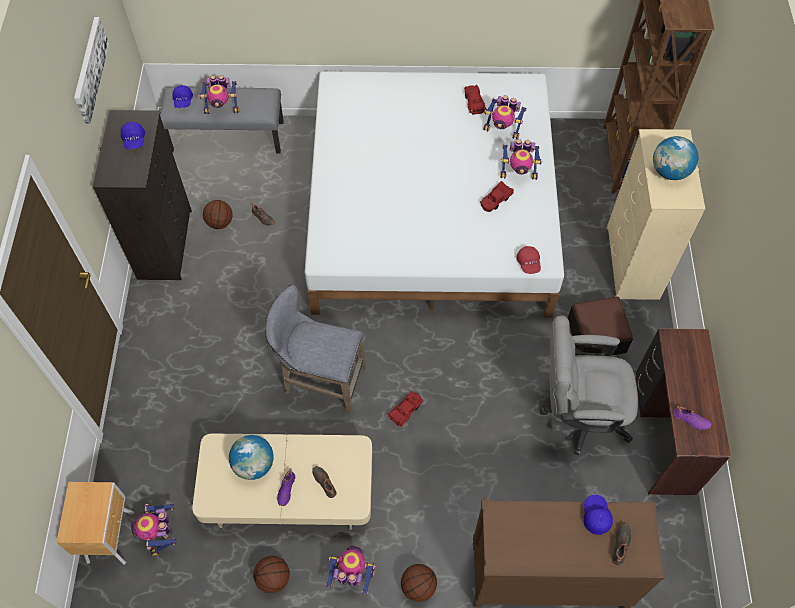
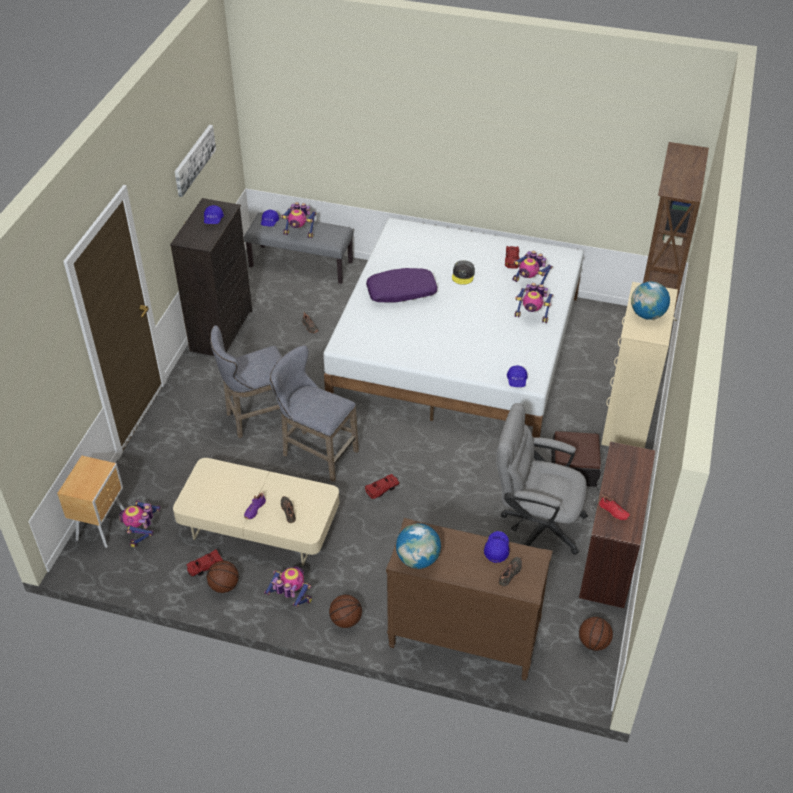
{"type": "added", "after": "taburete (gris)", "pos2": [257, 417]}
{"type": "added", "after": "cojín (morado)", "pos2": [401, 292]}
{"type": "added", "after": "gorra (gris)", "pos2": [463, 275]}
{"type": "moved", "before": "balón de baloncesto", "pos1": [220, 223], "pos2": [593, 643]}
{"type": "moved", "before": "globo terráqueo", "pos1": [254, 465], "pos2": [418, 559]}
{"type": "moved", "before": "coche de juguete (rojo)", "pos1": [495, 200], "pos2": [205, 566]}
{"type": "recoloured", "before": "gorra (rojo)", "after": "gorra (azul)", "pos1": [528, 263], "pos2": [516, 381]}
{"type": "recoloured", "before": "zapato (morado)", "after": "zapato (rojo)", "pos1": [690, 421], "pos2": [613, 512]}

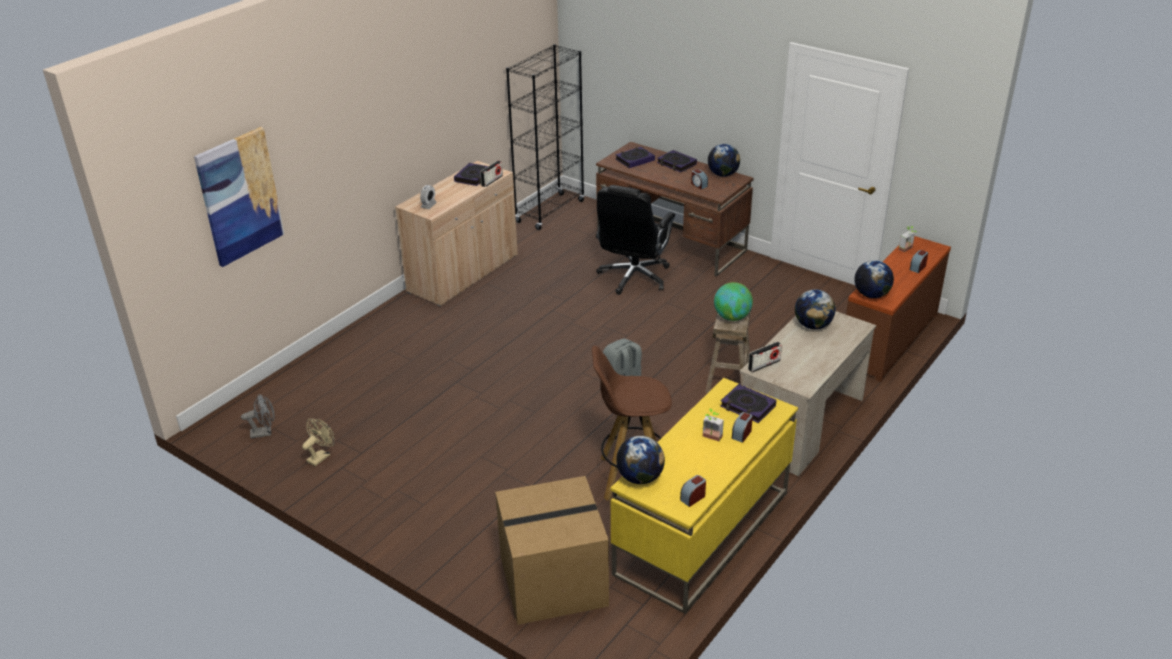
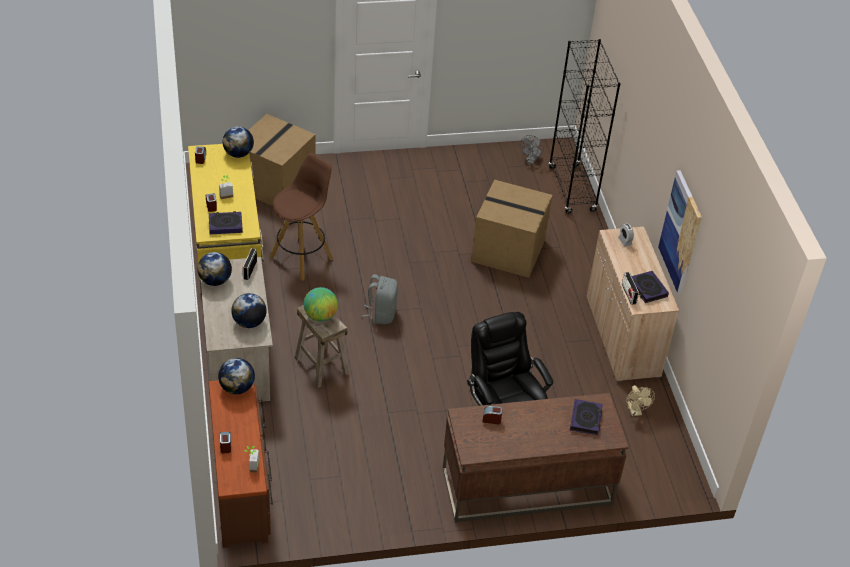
{"type": "removed", "before": "libro", "pos1": [676, 164]}
{"type": "added", "after": "caja de cartón", "pos2": [509, 250]}
{"type": "moved", "before": "cuadro", "pos1": [239, 196], "pos2": [681, 232]}
{"type": "moved", "before": "ventilador (beis)", "pos1": [321, 456], "pos2": [635, 411]}
{"type": "moved", "before": "estantería (negro)", "pos1": [550, 212], "pos2": [572, 189]}
{"type": "moved", "before": "globo terráqueo", "pos1": [723, 174], "pos2": [215, 281]}

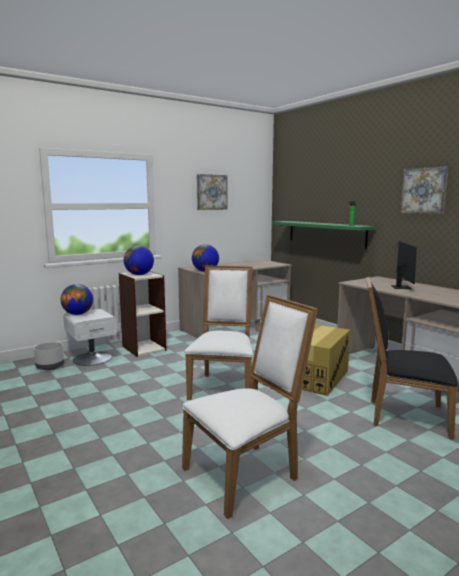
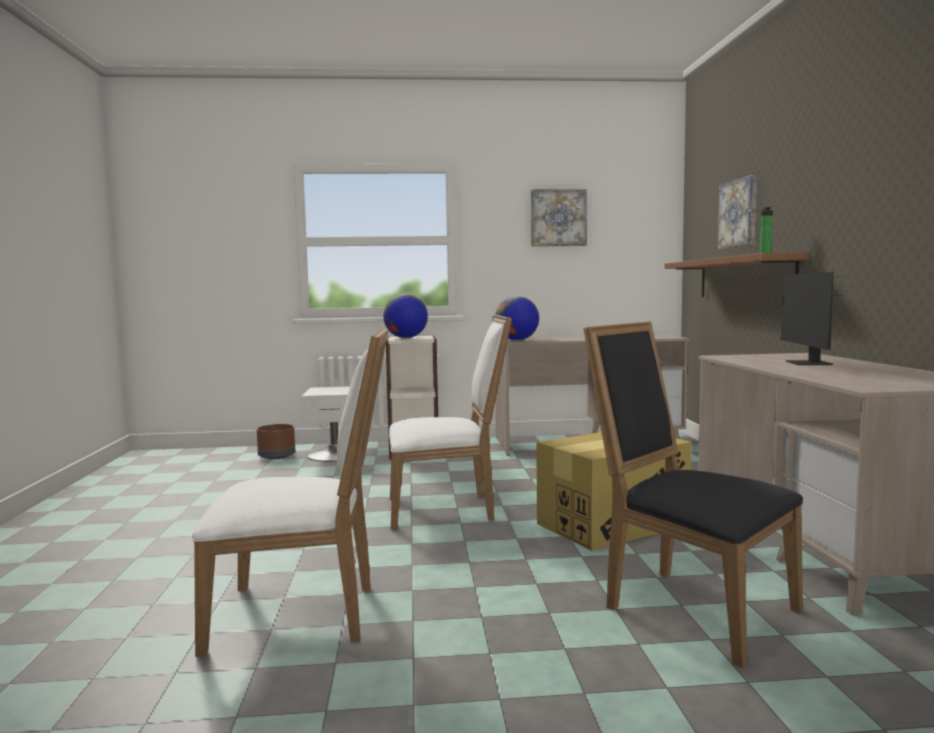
{"type": "removed", "before": "globo terráqueo", "pos1": [78, 314]}
{"type": "moved", "before": "cuadro", "pos1": [424, 190], "pos2": [738, 214]}
{"type": "recoloured", "before": "maceta (gris)", "after": "maceta (marrón)", "pos1": [50, 366], "pos2": [277, 456]}
{"type": "recoloured", "before": "estante (verde)", "after": "estante (marrón)", "pos1": [325, 233], "pos2": [744, 278]}
{"type": "turned", "before": "silla (blanco)", "pos1": [223, 386], "pos2": [447, 510], "turn": 45}
{"type": "turned", "before": "monitor", "pos1": [401, 286], "pos2": [809, 364], "turn": 150}

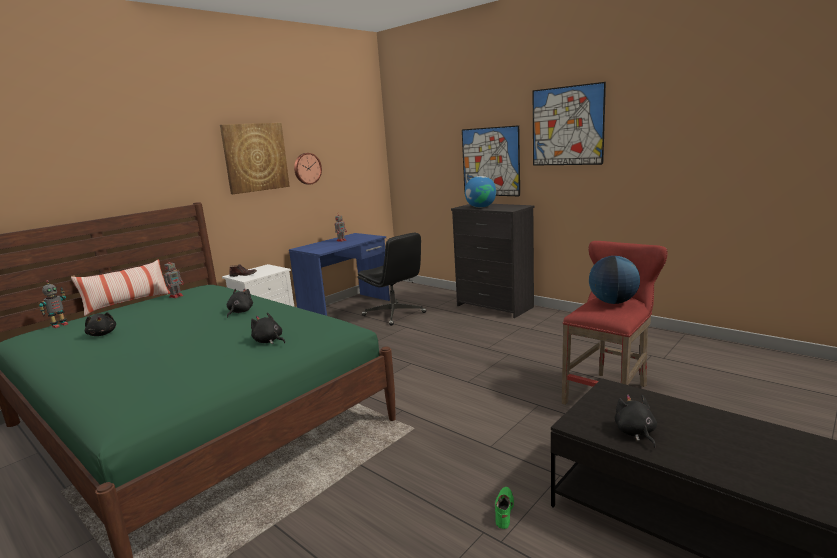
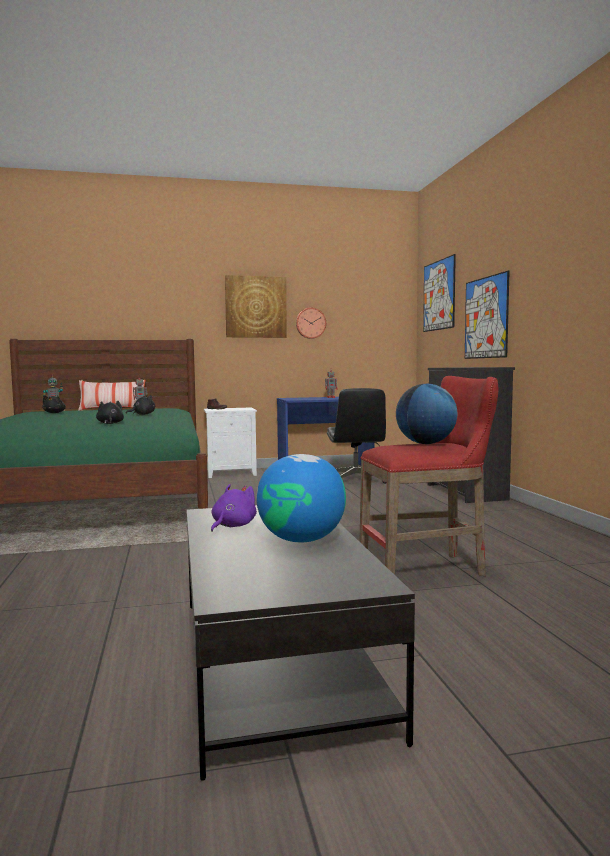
{"type": "removed", "before": "zapato (verde)", "pos1": [503, 510]}
{"type": "moved", "before": "globo terráqueo", "pos1": [481, 207], "pos2": [301, 540]}
{"type": "moved", "before": "cuadro", "pos1": [567, 126], "pos2": [439, 295]}
{"type": "recoloured", "before": "peluche (negro)", "after": "peluche (morado)", "pos1": [635, 433], "pos2": [232, 526]}

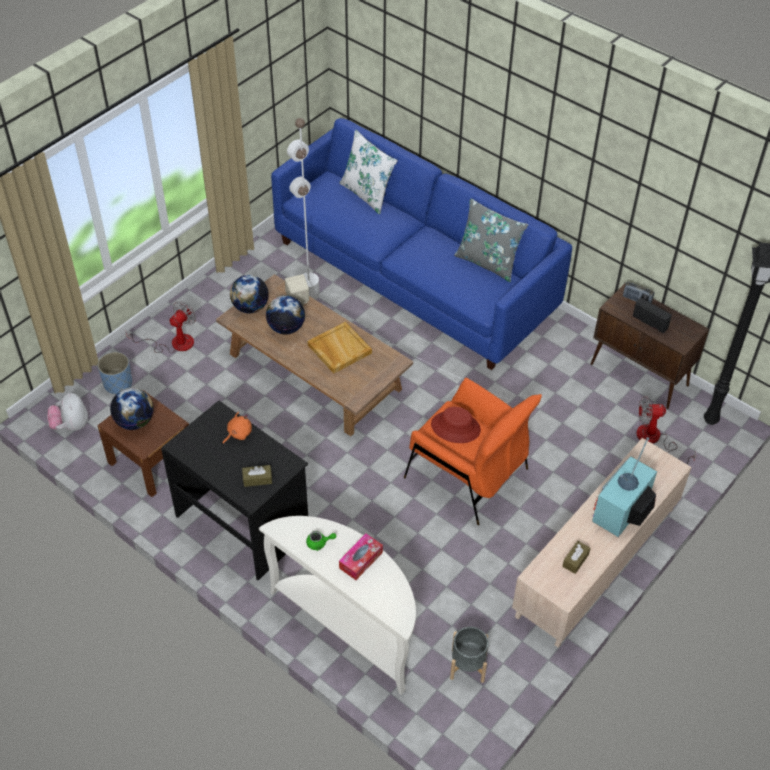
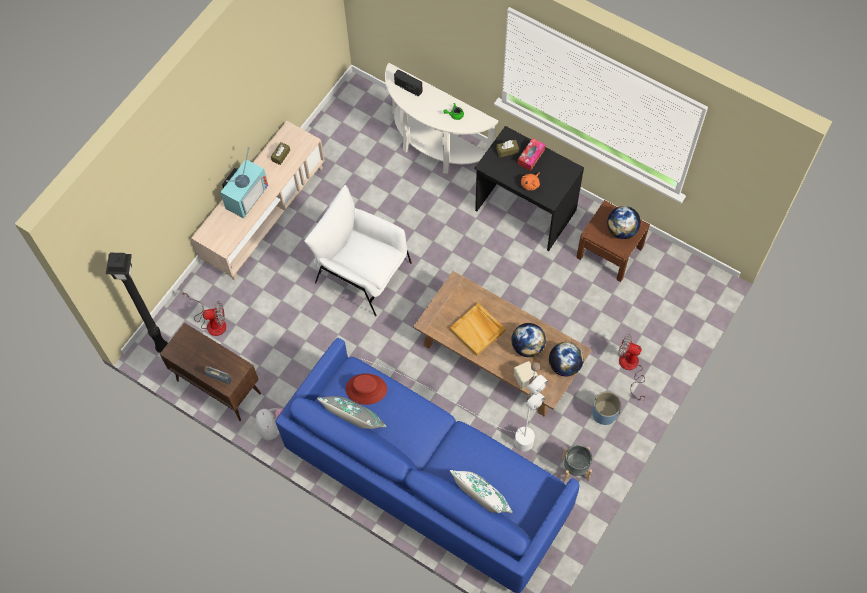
{"type": "moved", "before": "peluche", "pos1": [71, 425], "pos2": [273, 428]}
{"type": "moved", "before": "maceta (azul)", "pos1": [118, 384], "pos2": [604, 413]}
{"type": "moved", "before": "caja de pañuelos", "pos1": [361, 560], "pos2": [531, 157]}
{"type": "moved", "before": "sombrero (rojo)", "pos1": [455, 427], "pos2": [366, 389]}
{"type": "moved", "before": "maceta (gris)", "pos1": [468, 665], "pos2": [575, 468]}
{"type": "moved", "before": "radio", "pos1": [650, 322], "pos2": [408, 87]}
{"type": "recoloured", "before": "sillón (naranja)", "after": "sillón (blanco)", "pos1": [467, 474], "pos2": [362, 272]}
{"type": "turned", "before": "ventilador", "pos1": [174, 343], "pos2": [630, 368], "turn": 90}

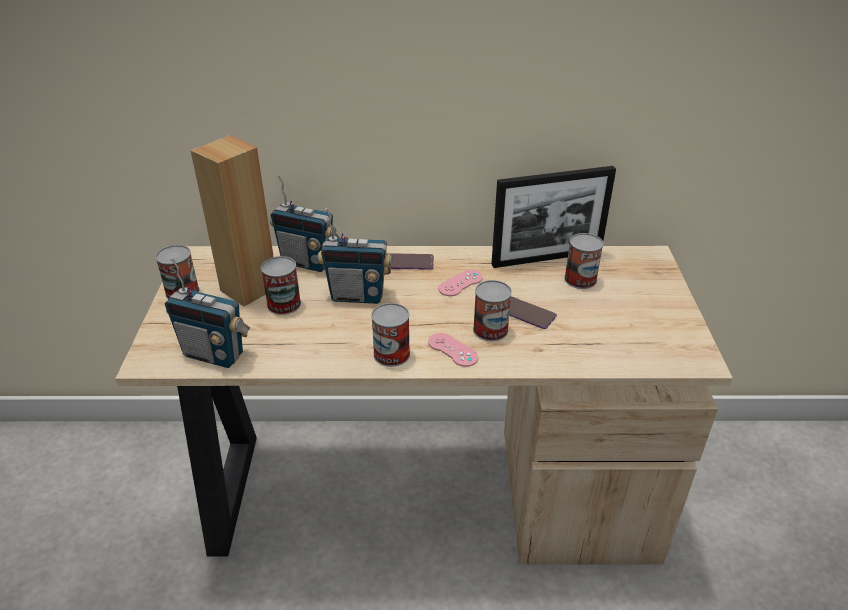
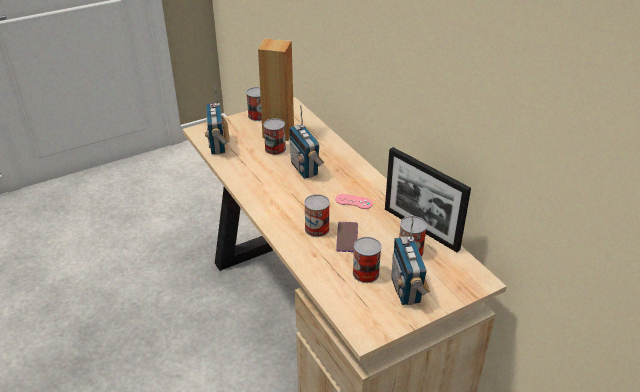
{"type": "removed", "before": "móvil", "pos1": [406, 262]}
{"type": "removed", "before": "mando de consola (rosa)", "pos1": [452, 350]}
{"type": "moved", "before": "radio", "pos1": [307, 262], "pos2": [406, 290]}
{"type": "moved", "before": "lata", "pos1": [391, 354], "pos2": [365, 273]}

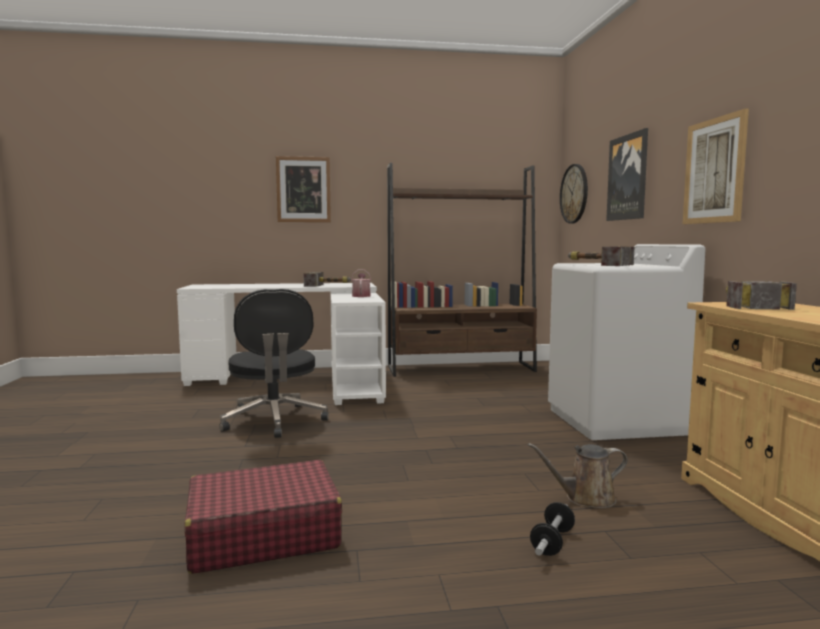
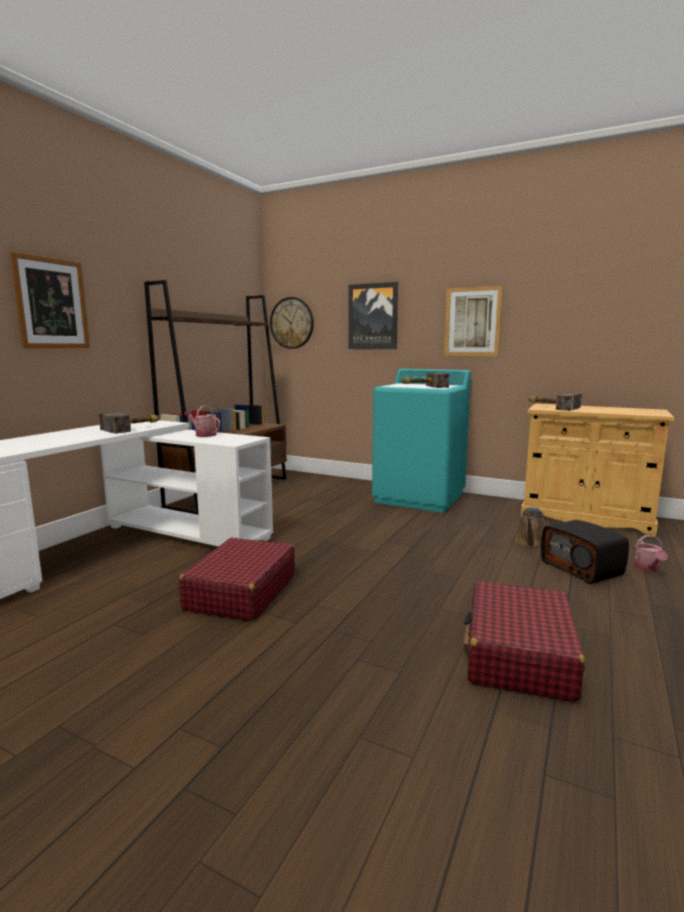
{"type": "added", "after": "regadera", "pos2": [647, 568]}
{"type": "replaced", "before": "silla de oficina (negro)", "after": "maleta (rojo)", "pos1": [274, 421], "pos2": [241, 592]}
{"type": "replaced", "before": "mancuerna", "after": "radio", "pos1": [552, 542], "pos2": [582, 568]}
{"type": "recoloured", "before": "lavadora (blanco)", "after": "lavadora (turquesa)", "pos1": [616, 421], "pos2": [420, 497]}

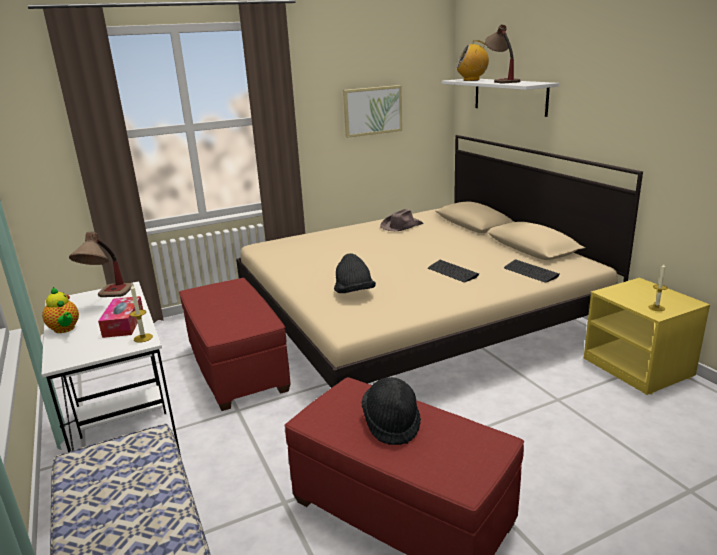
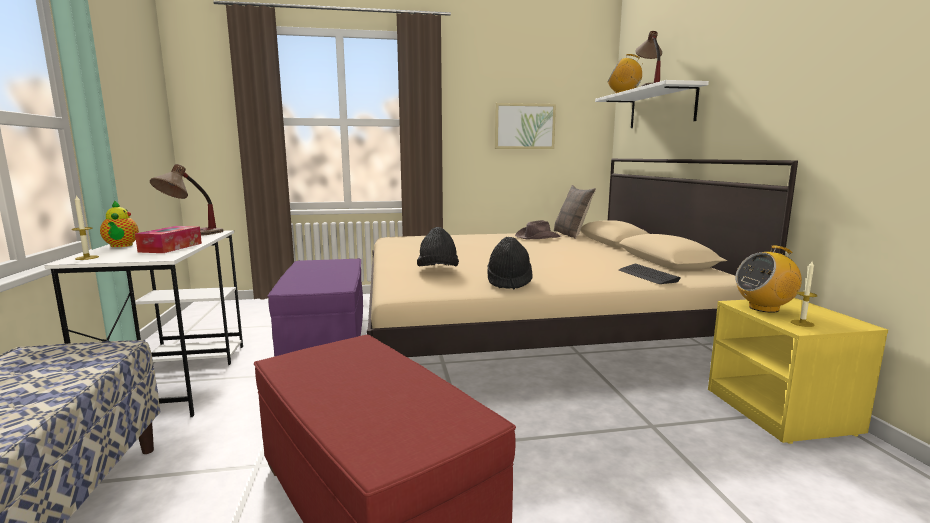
{"type": "removed", "before": "teclado", "pos1": [452, 272]}
{"type": "added", "after": "cojín", "pos2": [571, 234]}
{"type": "added", "after": "radio", "pos2": [764, 308]}
{"type": "moved", "before": "vela", "pos1": [143, 338], "pos2": [87, 258]}
{"type": "moved", "before": "sombrero (negro)", "pos1": [391, 423], "pos2": [509, 282]}
{"type": "recoloured", "before": "puf (rojo)", "after": "puf (morado)", "pos1": [237, 368], "pos2": [325, 340]}

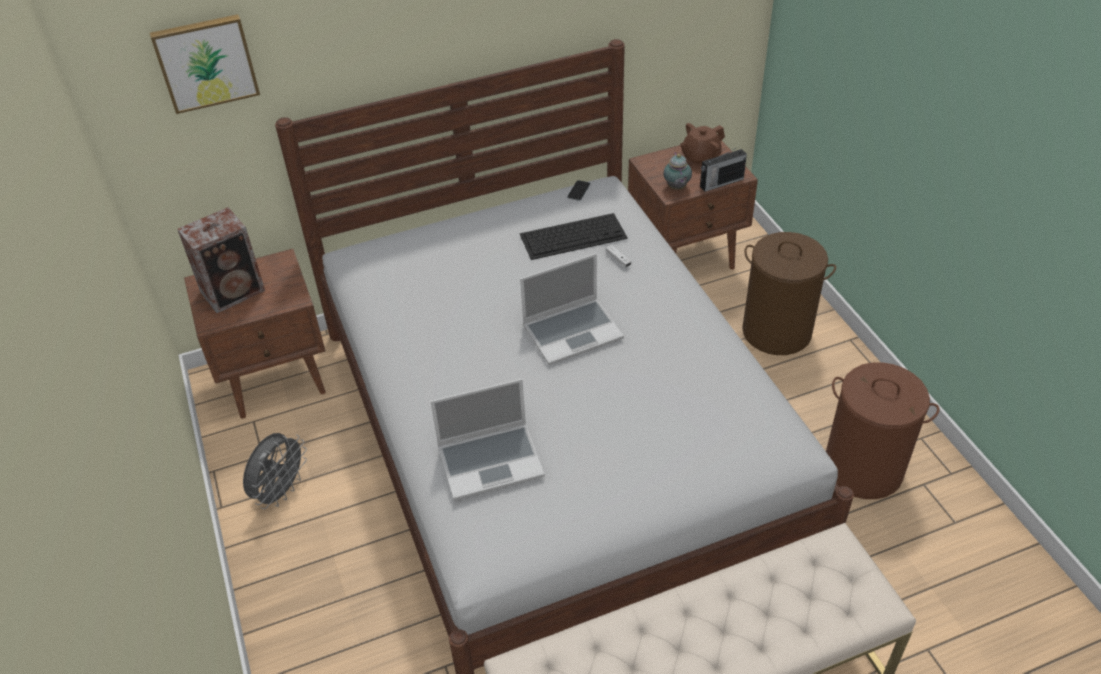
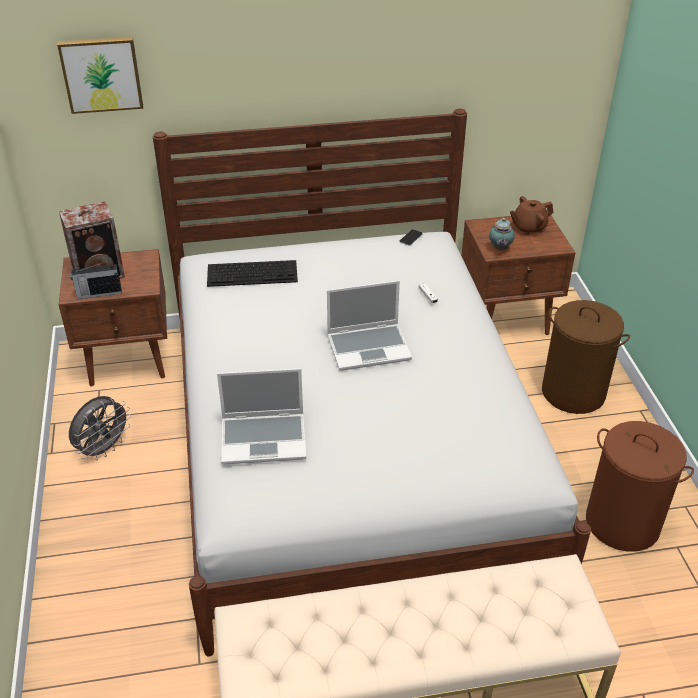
{"type": "moved", "before": "teclado", "pos1": [574, 236], "pos2": [253, 273]}
{"type": "moved", "before": "radio", "pos1": [720, 183], "pos2": [98, 293]}

